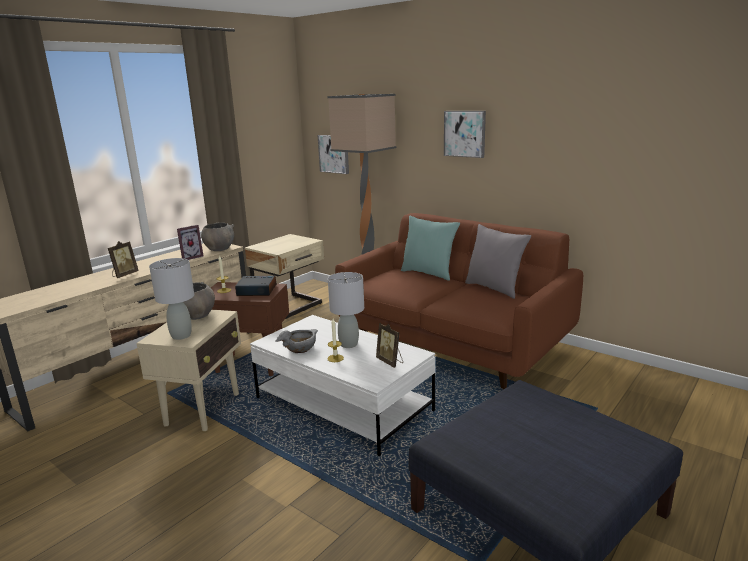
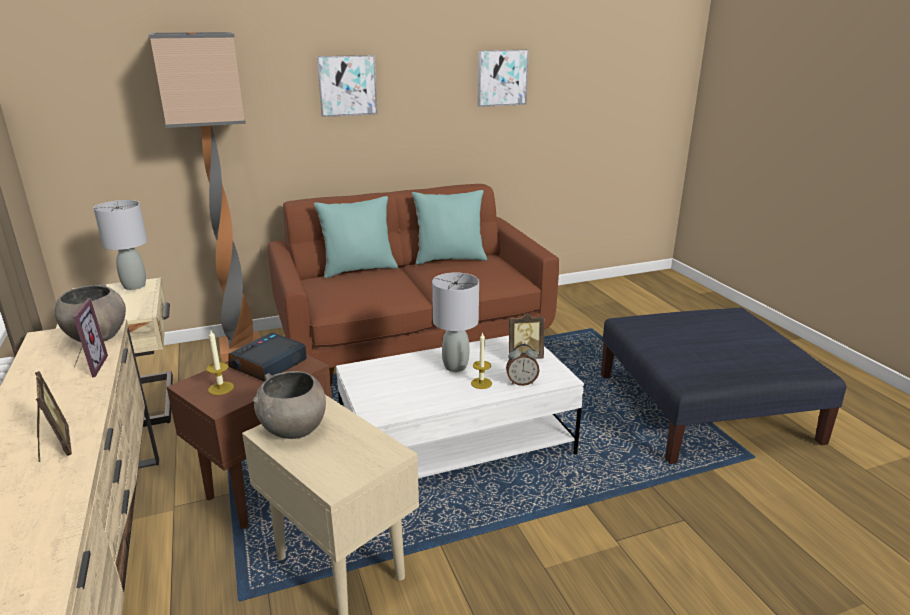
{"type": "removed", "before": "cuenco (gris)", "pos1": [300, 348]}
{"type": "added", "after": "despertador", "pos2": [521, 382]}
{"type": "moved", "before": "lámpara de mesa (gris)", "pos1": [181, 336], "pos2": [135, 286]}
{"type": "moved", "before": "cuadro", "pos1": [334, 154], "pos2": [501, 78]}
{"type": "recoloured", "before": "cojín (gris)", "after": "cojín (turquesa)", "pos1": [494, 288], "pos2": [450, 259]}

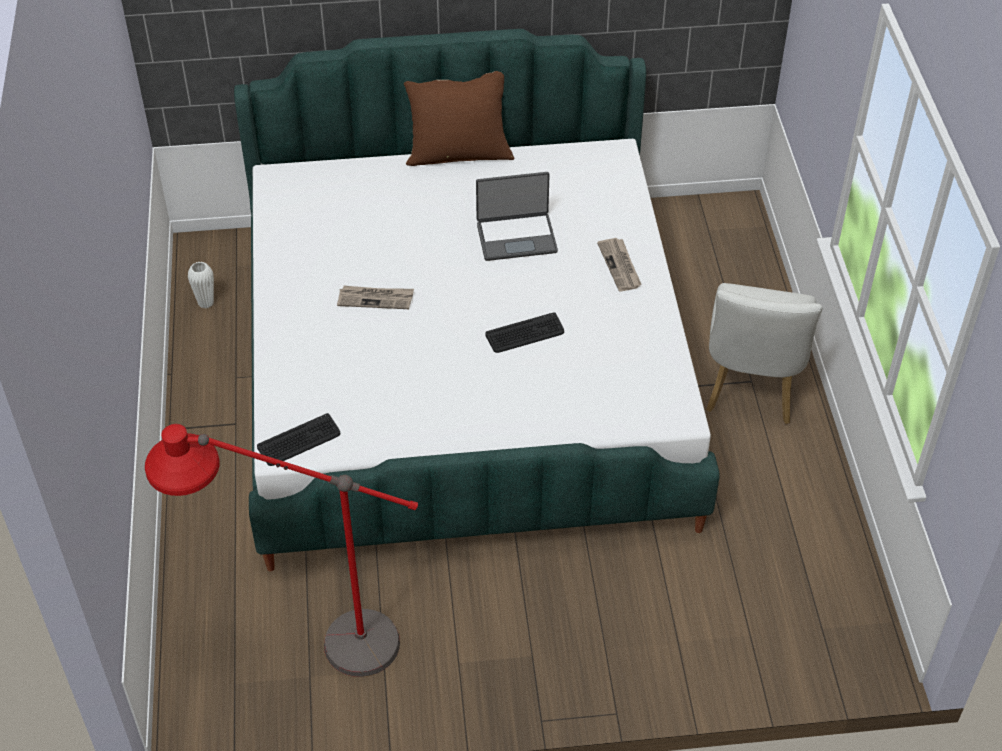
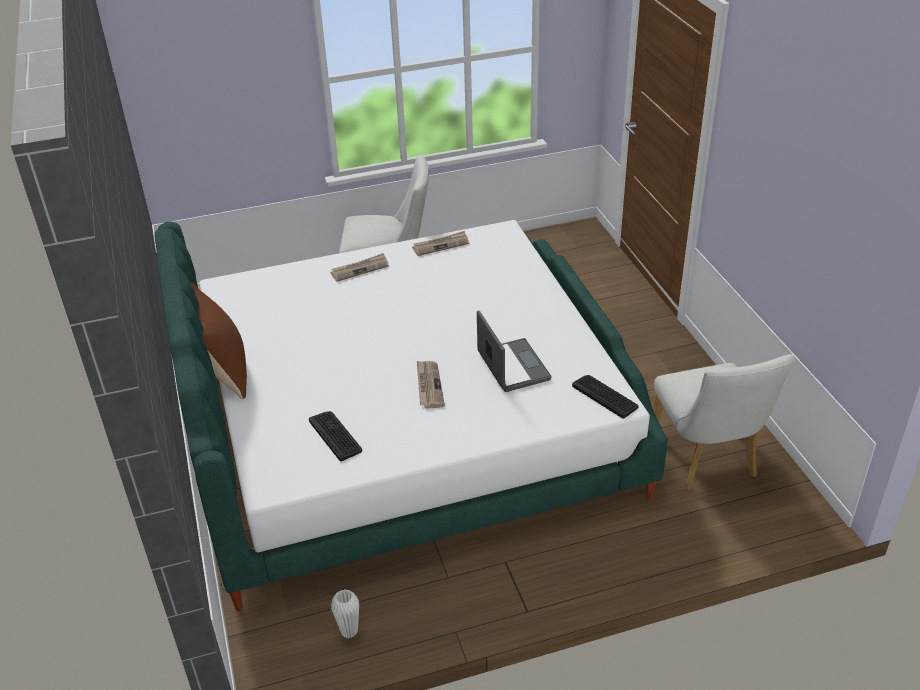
{"type": "added", "after": "periódico", "pos2": [441, 245]}
{"type": "moved", "before": "portátil", "pos1": [516, 237], "pos2": [512, 366]}
{"type": "moved", "before": "teclado", "pos1": [525, 334], "pos2": [335, 435]}
{"type": "replaced", "before": "lámpara de pie (rojo)", "after": "silla (blanco)", "pos1": [307, 646], "pos2": [707, 460]}

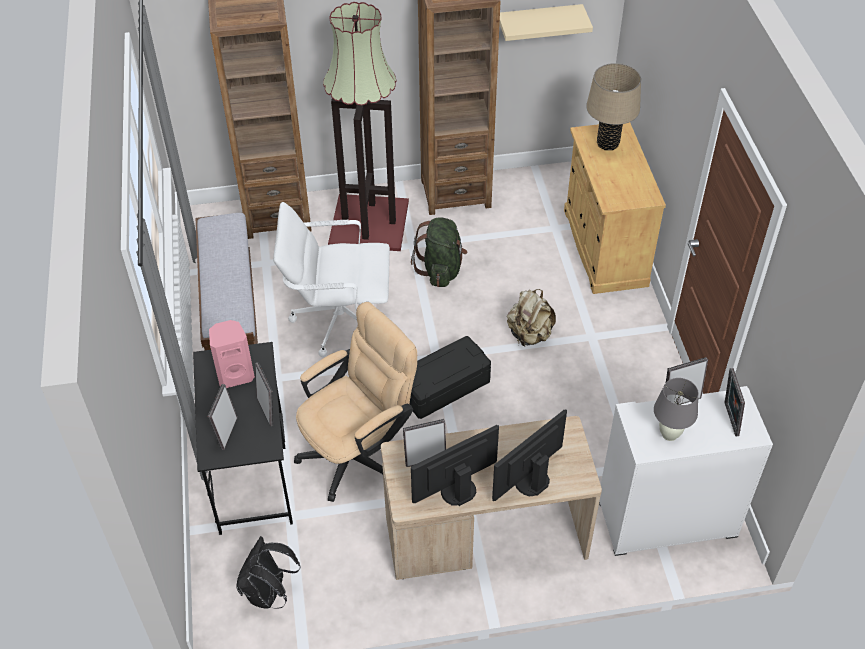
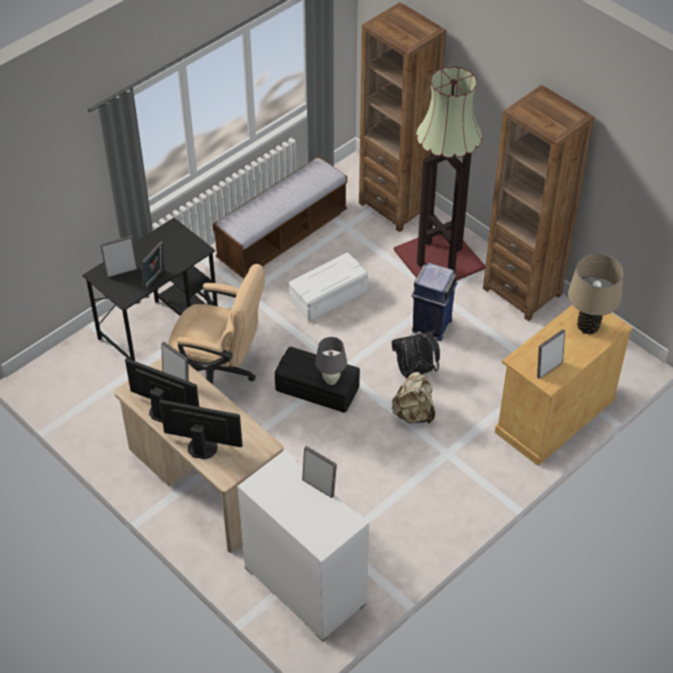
{"type": "removed", "before": "altavoz (rosa)", "pos1": [235, 375]}
{"type": "removed", "before": "estante (beis)", "pos1": [539, 22]}
{"type": "moved", "before": "mochila (negro)", "pos1": [269, 593], "pos2": [415, 372]}
{"type": "moved", "before": "lámpara de mesa (gris)", "pos1": [669, 434], "pos2": [331, 380]}
{"type": "moved", "before": "portarretratos", "pos1": [728, 419], "pos2": [548, 368]}
{"type": "replaced", "before": "silla de oficina (blanco)", "after": "caja de almacenaje (blanco)", "pos1": [338, 319], "pos2": [328, 295]}
{"type": "replaced", "before": "mochila (verde)", "after": "papelera (azul)", "pos1": [441, 270], "pos2": [431, 326]}

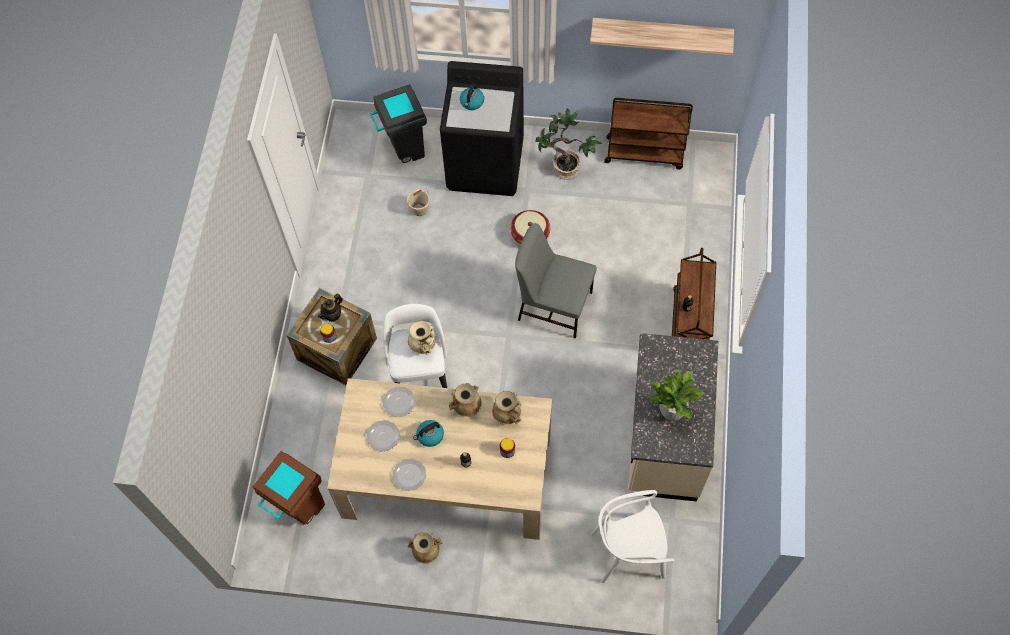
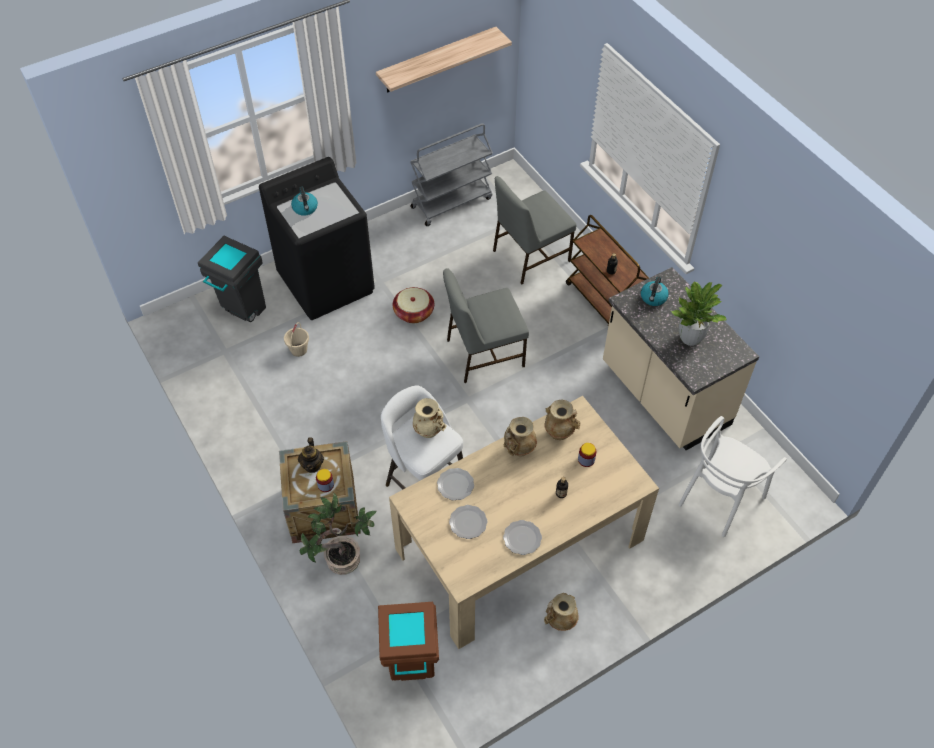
{"type": "added", "after": "silla (gris)", "pos2": [530, 256]}
{"type": "moved", "before": "hervidor", "pos1": [430, 436], "pos2": [653, 298]}
{"type": "moved", "before": "planta en maceta", "pos1": [565, 169], "pos2": [343, 561]}
{"type": "recoloured", "before": "carrito (marrón)", "after": "carrito (gris)", "pos1": [645, 153], "pos2": [451, 202]}

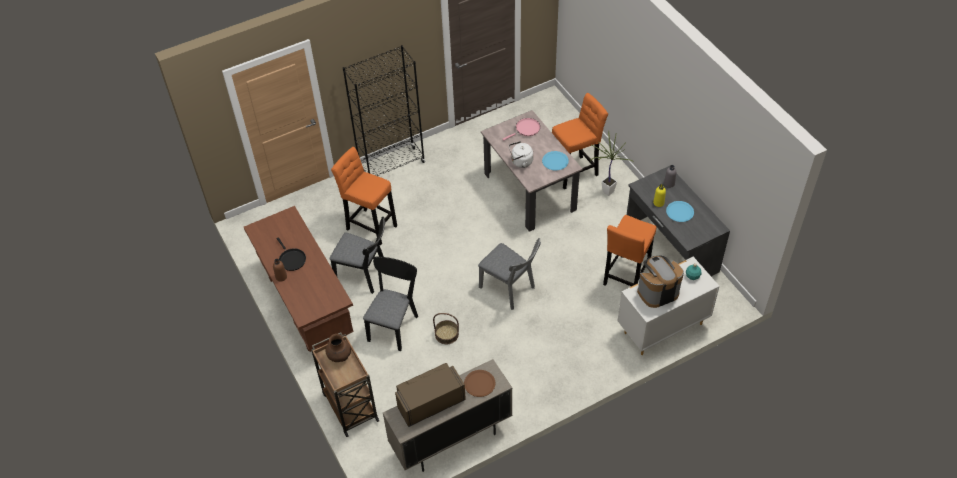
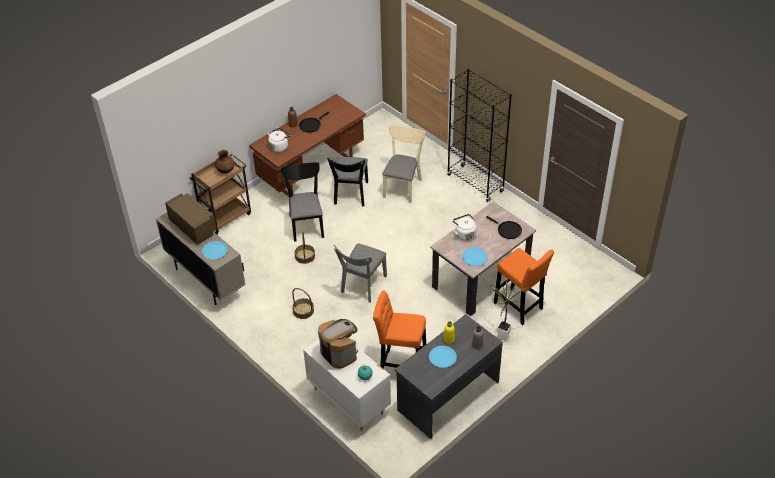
{"type": "added", "after": "hervidor (blanco)", "pos2": [279, 146]}
{"type": "added", "after": "cesta", "pos2": [303, 311]}
{"type": "replaced", "before": "taburete (naranja)", "after": "silla (beis)", "pos1": [369, 226], "pos2": [403, 186]}
{"type": "recoloured", "before": "plato (marrón)", "after": "plato (azul)", "pos1": [479, 384], "pos2": [214, 251]}
{"type": "recoloured", "before": "sartén (rosa)", "after": "sartén (negro)", "pos1": [526, 129], "pos2": [507, 230]}
{"type": "turned", "before": "silla (negro)", "pos1": [394, 324], "pos2": [306, 223], "turn": -105}

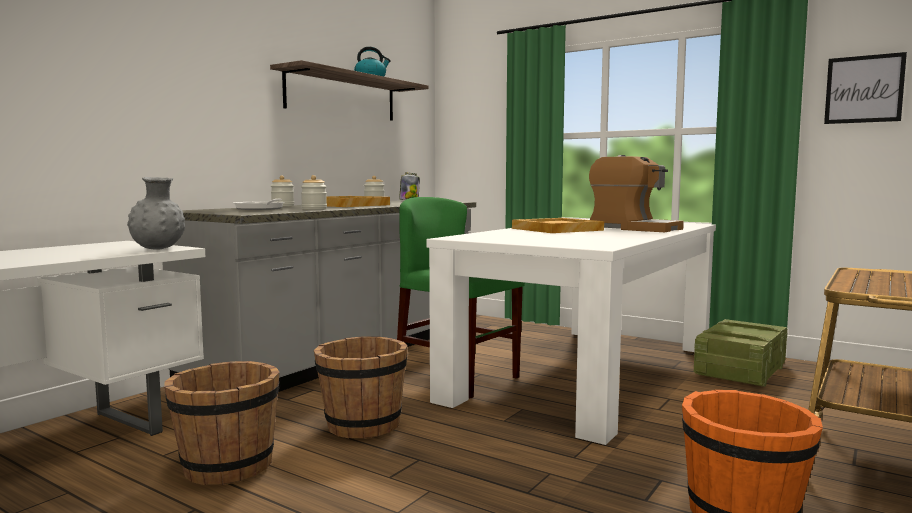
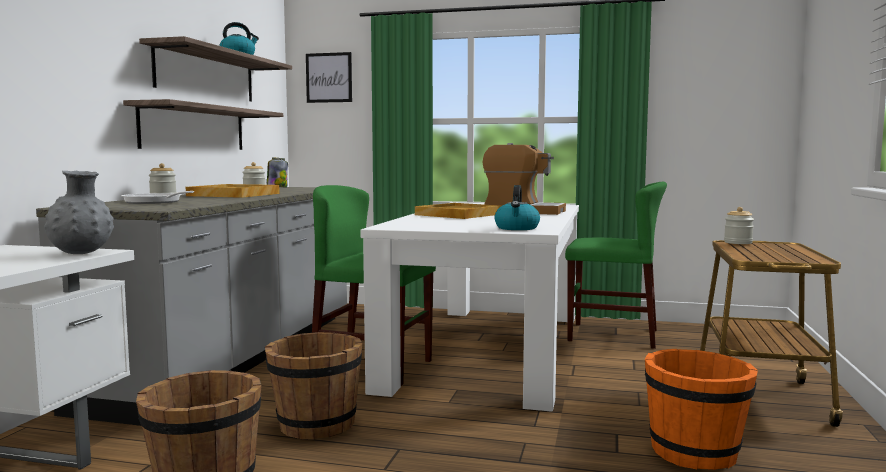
{"type": "added", "after": "estante", "pos2": [194, 128]}
{"type": "added", "after": "hervidor", "pos2": [517, 228]}
{"type": "moved", "before": "tarro", "pos1": [314, 209], "pos2": [738, 242]}
{"type": "moved", "before": "cuadro", "pos1": [864, 89], "pos2": [329, 77]}
{"type": "replaced", "before": "caja de embalaje", "after": "silla (verde)", "pos1": [740, 371], "pos2": [612, 335]}

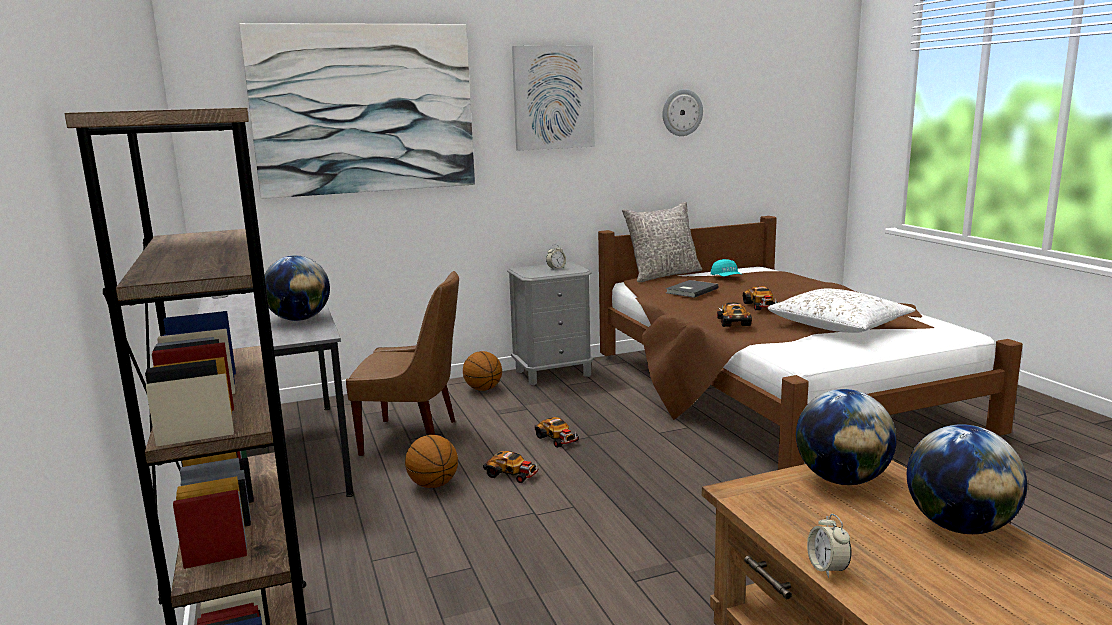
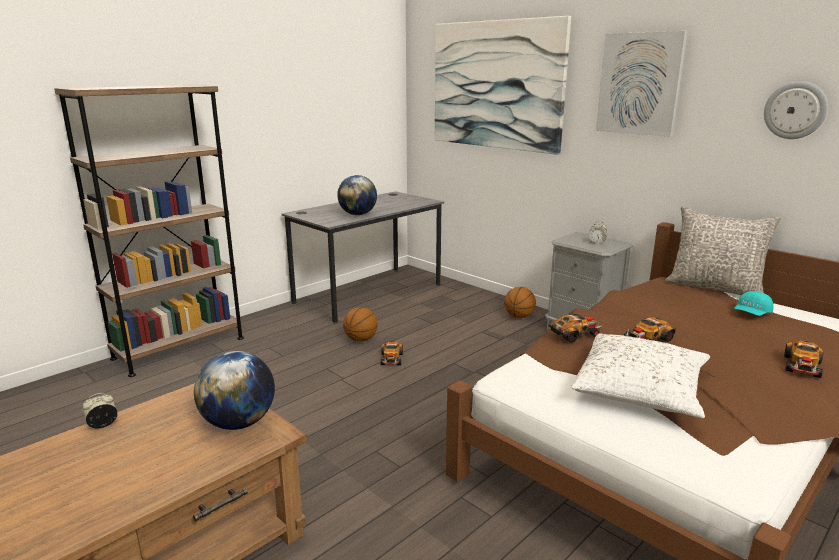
{"type": "removed", "before": "silla (marrón)", "pos1": [414, 438]}
{"type": "removed", "before": "libro (gris)", "pos1": [690, 290]}
{"type": "removed", "before": "globo terráqueo", "pos1": [959, 526]}
{"type": "moved", "before": "coche de juguete", "pos1": [557, 439], "pos2": [802, 366]}

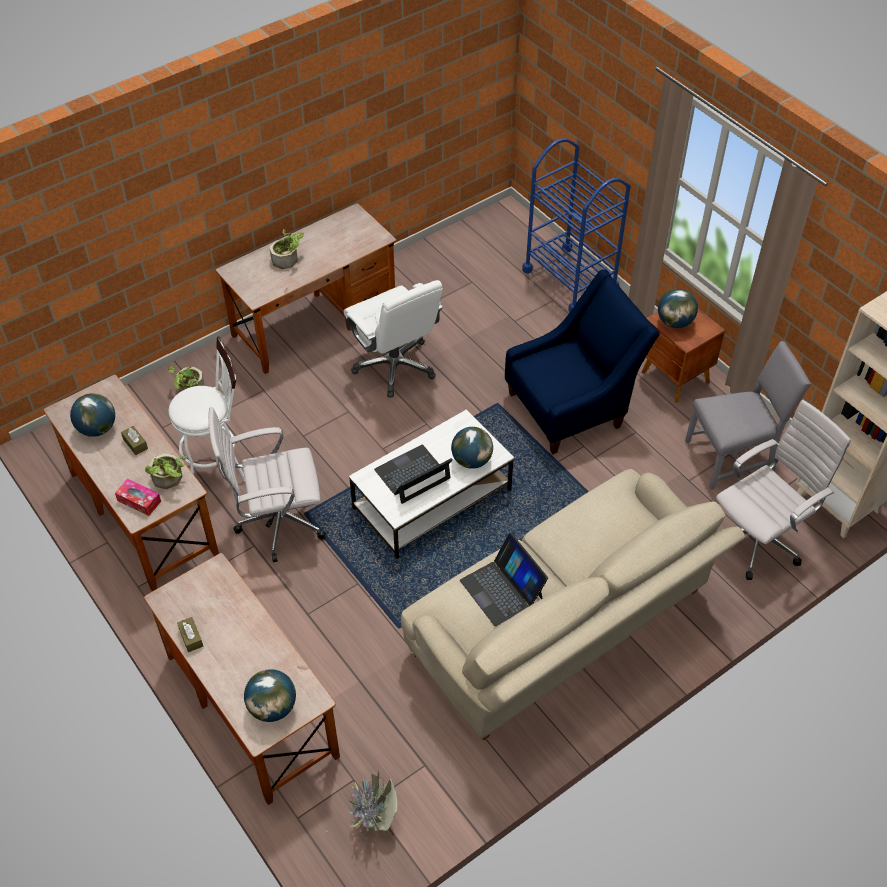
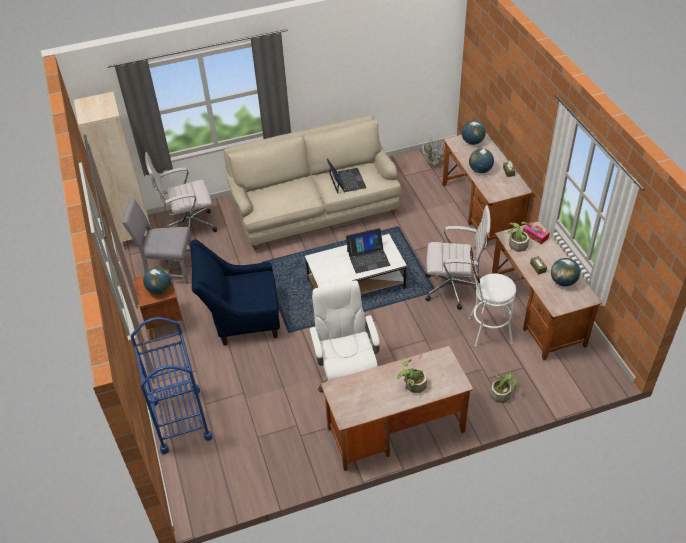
{"type": "moved", "before": "globo terráqueo", "pos1": [471, 460], "pos2": [480, 170]}

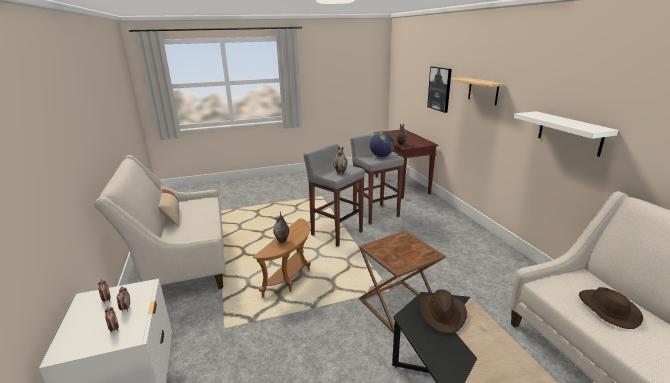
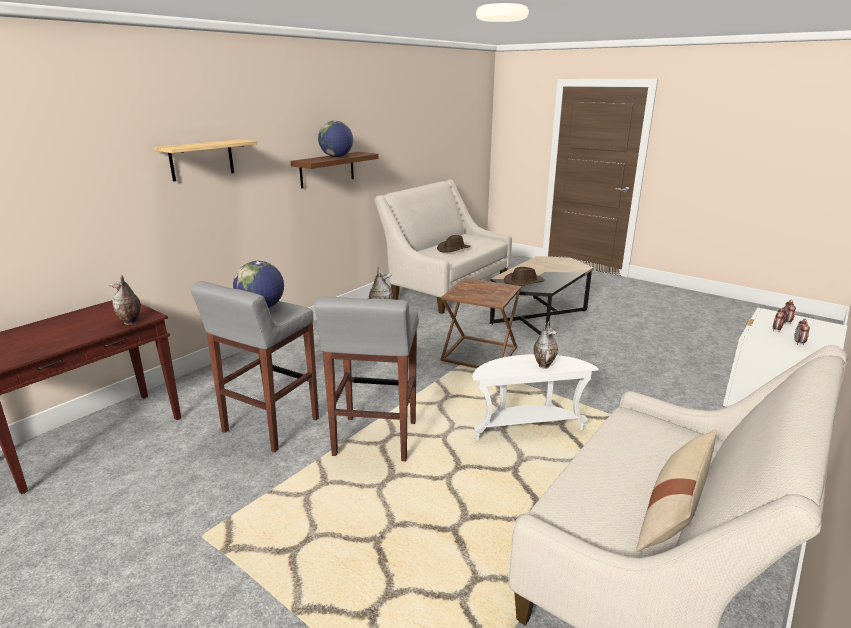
{"type": "removed", "before": "cuadro", "pos1": [439, 89]}
{"type": "added", "after": "globo terráqueo", "pos2": [336, 157]}
{"type": "recoloured", "before": "mesa auxiliar (marrón)", "after": "mesa auxiliar (blanco)", "pos1": [291, 278], "pos2": [526, 427]}
{"type": "recoloured", "before": "estante (blanco)", "after": "estante (marrón)", "pos1": [569, 133], "pos2": [327, 169]}

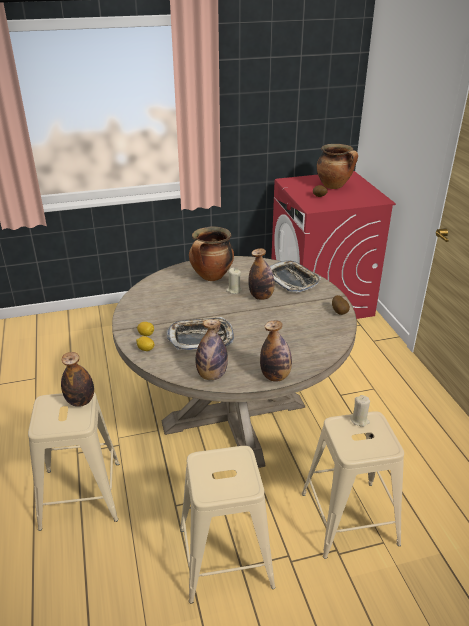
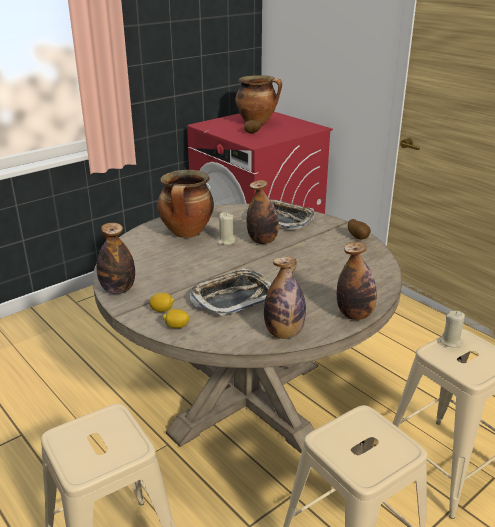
{"type": "moved", "before": "botella", "pos1": [80, 401], "pos2": [118, 290]}

